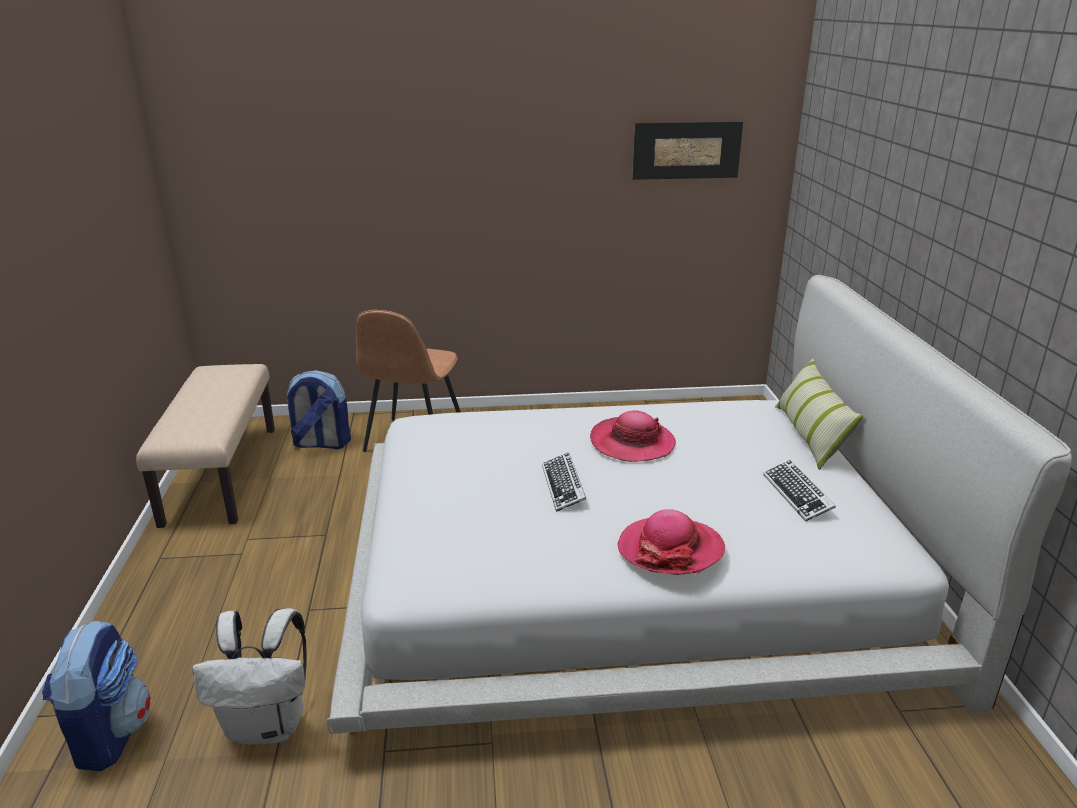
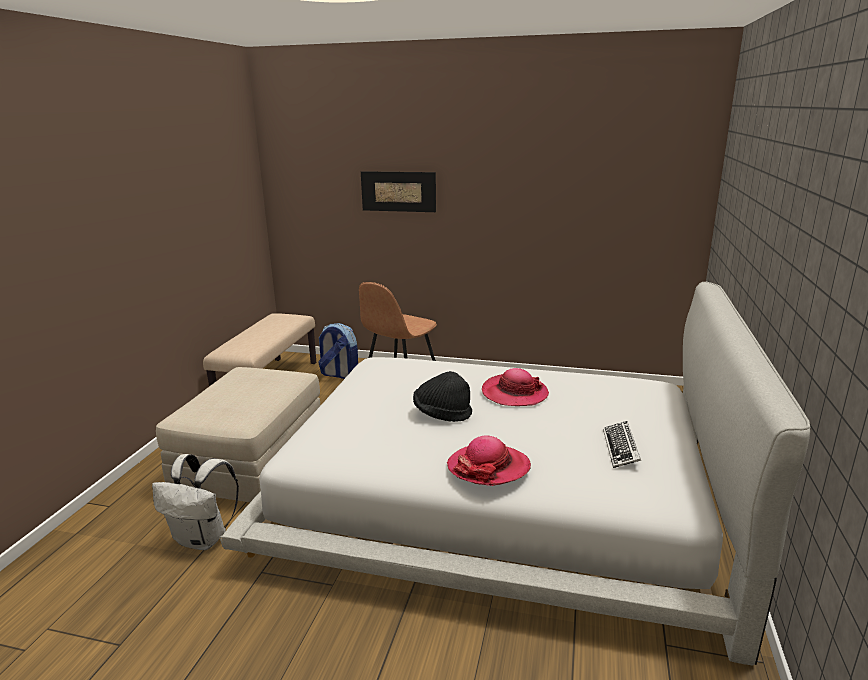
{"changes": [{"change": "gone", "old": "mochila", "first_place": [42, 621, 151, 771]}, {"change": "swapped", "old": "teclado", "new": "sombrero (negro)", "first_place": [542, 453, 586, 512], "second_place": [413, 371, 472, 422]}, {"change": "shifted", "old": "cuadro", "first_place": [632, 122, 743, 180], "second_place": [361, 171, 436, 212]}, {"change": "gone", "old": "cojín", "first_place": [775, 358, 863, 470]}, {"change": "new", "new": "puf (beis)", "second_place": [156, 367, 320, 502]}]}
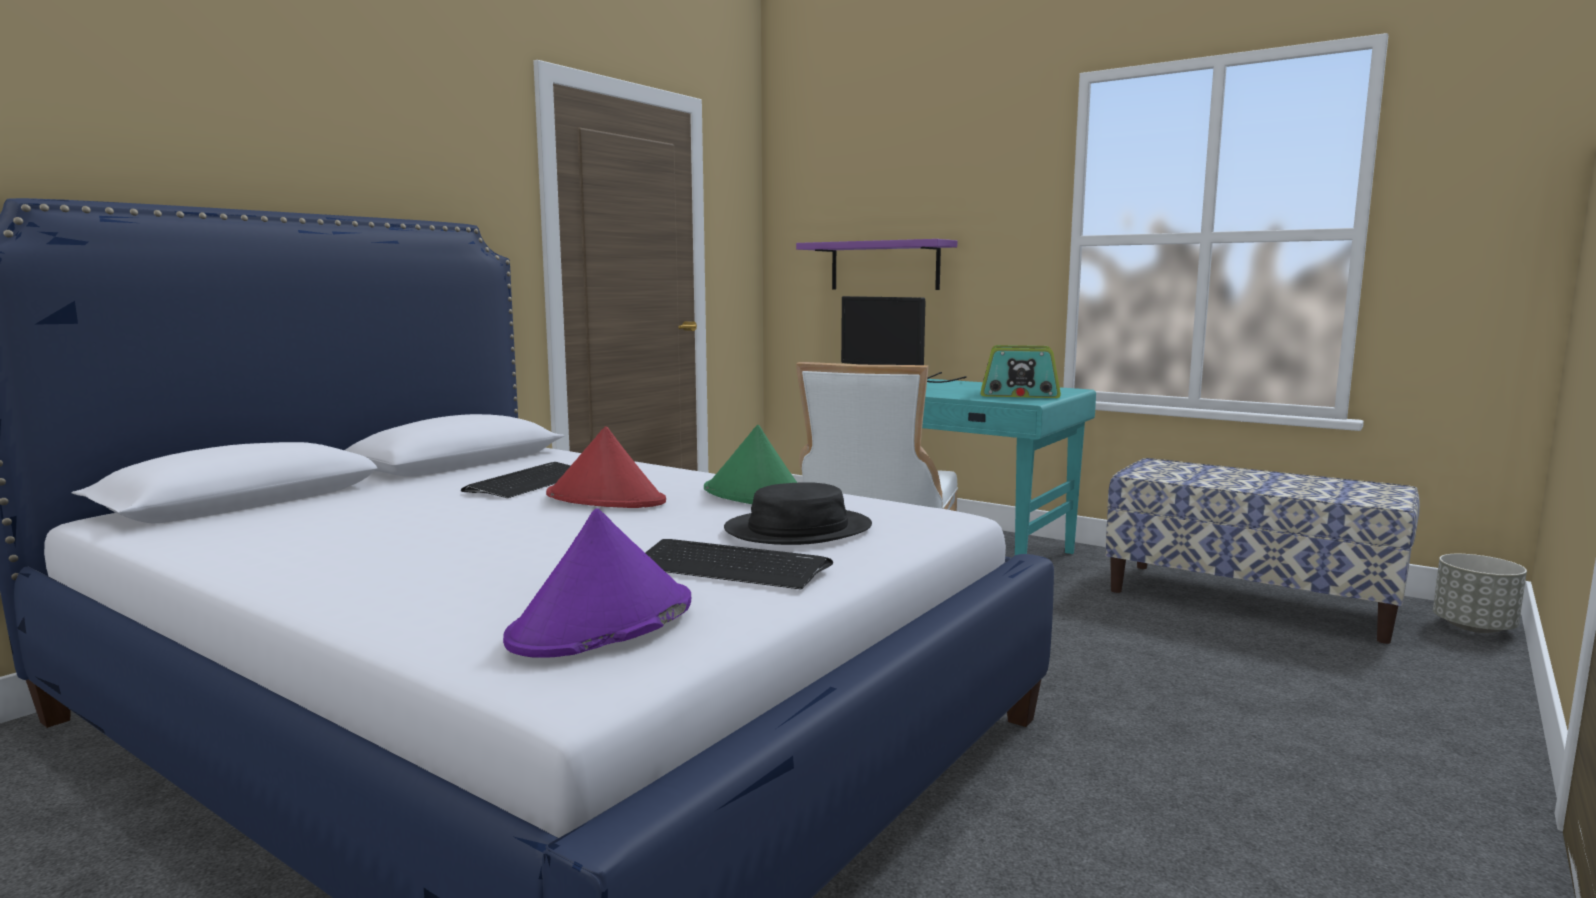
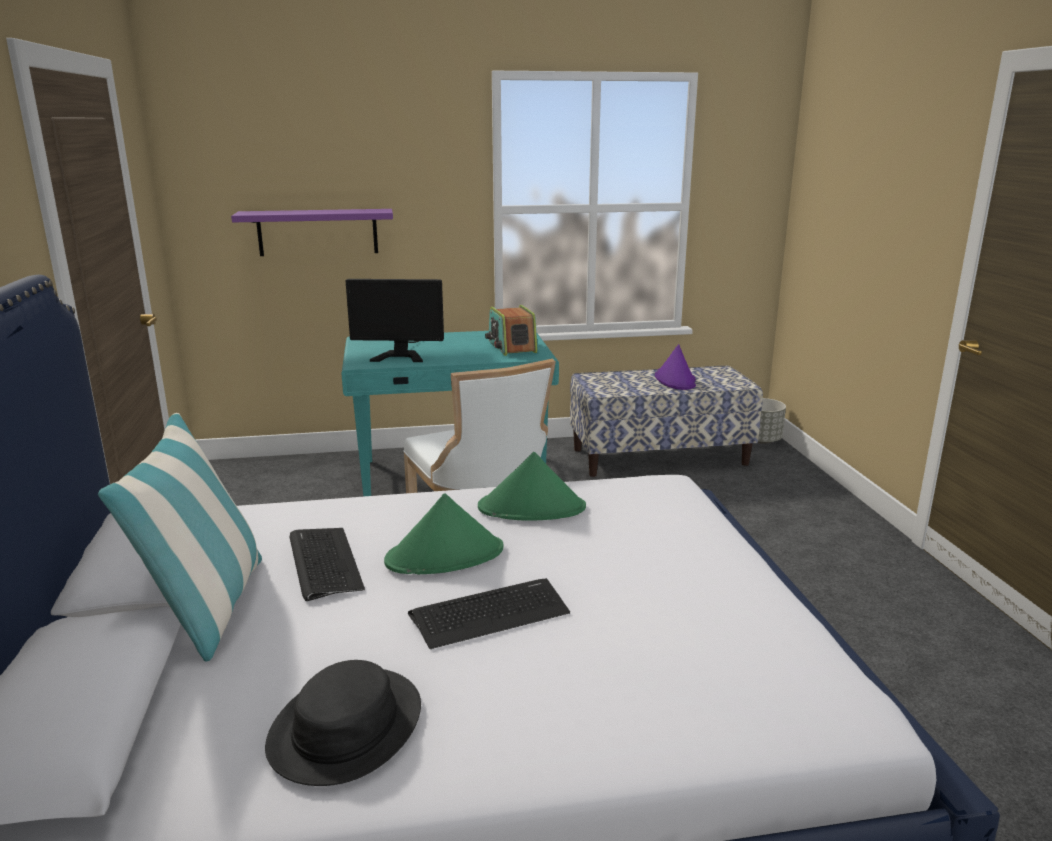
{"changes": [{"change": "shifted", "old": "sombrero (morado)", "first_place": [503, 508, 691, 658], "second_place": [655, 344, 696, 390]}, {"change": "repainted", "old": "sombrero (rojo)", "new": "sombrero (verde)", "first_place": [546, 426, 666, 508], "second_place": [384, 494, 504, 574]}, {"change": "shifted", "old": "teclado", "first_place": [645, 539, 833, 590], "second_place": [408, 578, 570, 649]}, {"change": "shifted", "old": "sombrero (negro)", "first_place": [724, 482, 872, 545], "second_place": [265, 660, 421, 786]}, {"change": "rotated", "old": "radio", "first_place": [981, 345, 1061, 398], "second_place": [485, 305, 538, 356], "degrees": 105}, {"change": "new", "new": "cojín", "second_place": [98, 413, 262, 662]}]}
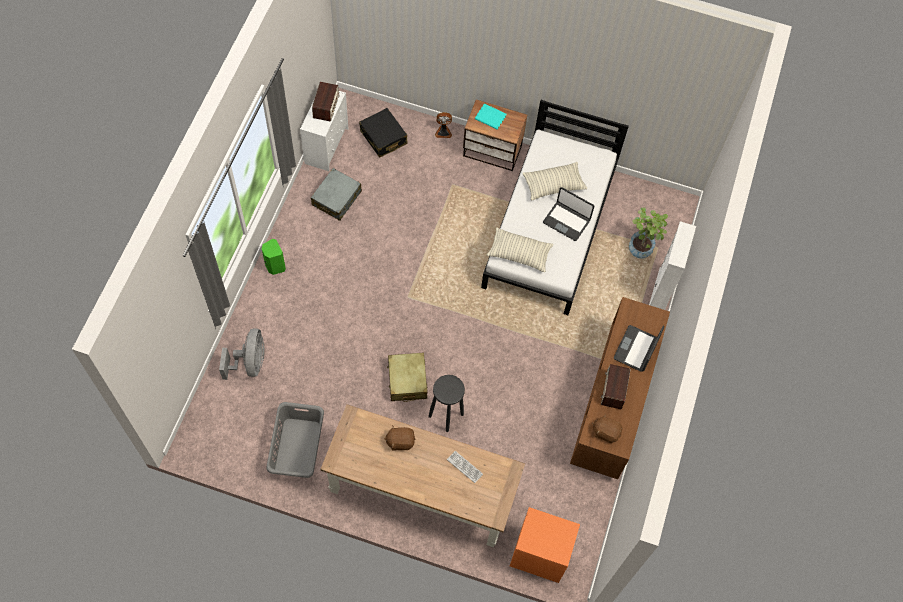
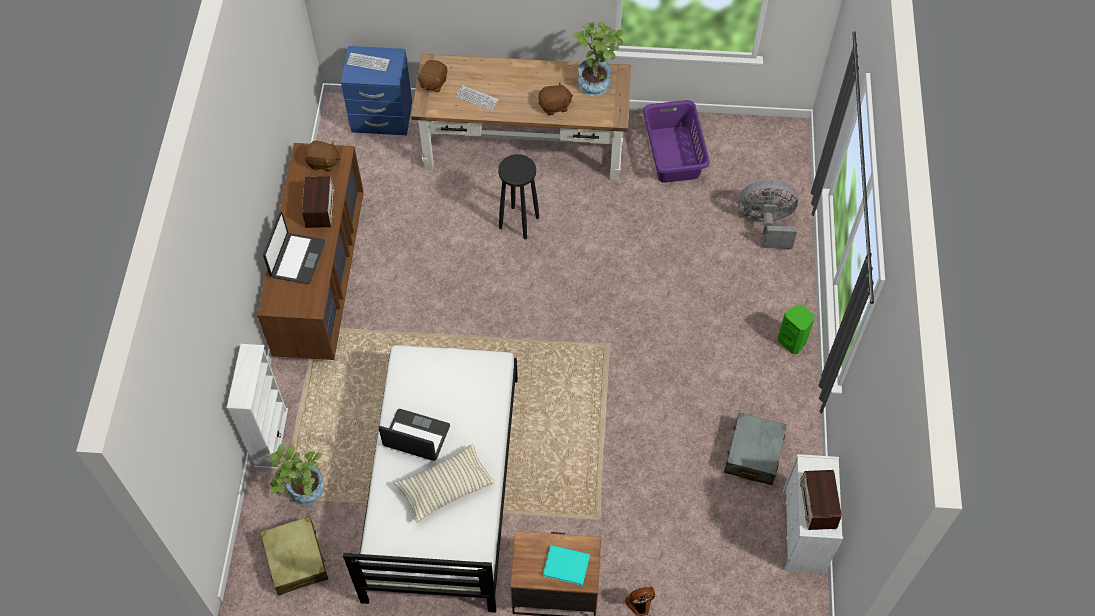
{"changes": [{"change": "rotated", "old": "ventilador (gris)", "first_place": [219, 328, 265, 380], "second_place": [739, 180, 798, 249], "degrees": 105}, {"change": "repainted", "old": "cesto de la ropa (gris)", "new": "cesto de la ropa (morado)", "first_place": [267, 402, 324, 478], "second_place": [643, 100, 710, 183]}, {"change": "gone", "old": "maleta (negro)", "first_place": [359, 108, 408, 158]}, {"change": "shifted", "old": "maleta (beis)", "first_place": [387, 353, 427, 402], "second_place": [260, 516, 328, 596]}, {"change": "gone", "old": "cojín", "first_place": [487, 227, 553, 272]}, {"change": "repainted", "old": "mesita de noche (naranja)", "new": "mesita de noche (azul)", "first_place": [510, 507, 580, 583], "second_place": [341, 46, 412, 135]}, {"change": "new", "new": "teclado", "second_place": [347, 53, 390, 71]}, {"change": "new", "new": "peluche (marrón)", "second_place": [416, 60, 447, 92]}, {"change": "new", "new": "planta en maceta", "second_place": [573, 21, 624, 96]}]}
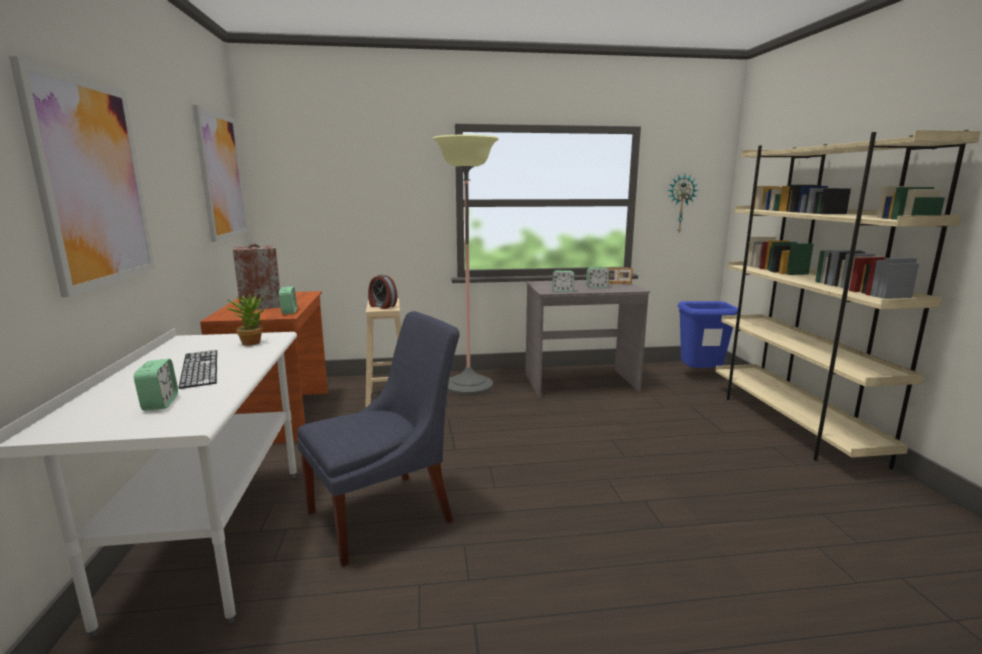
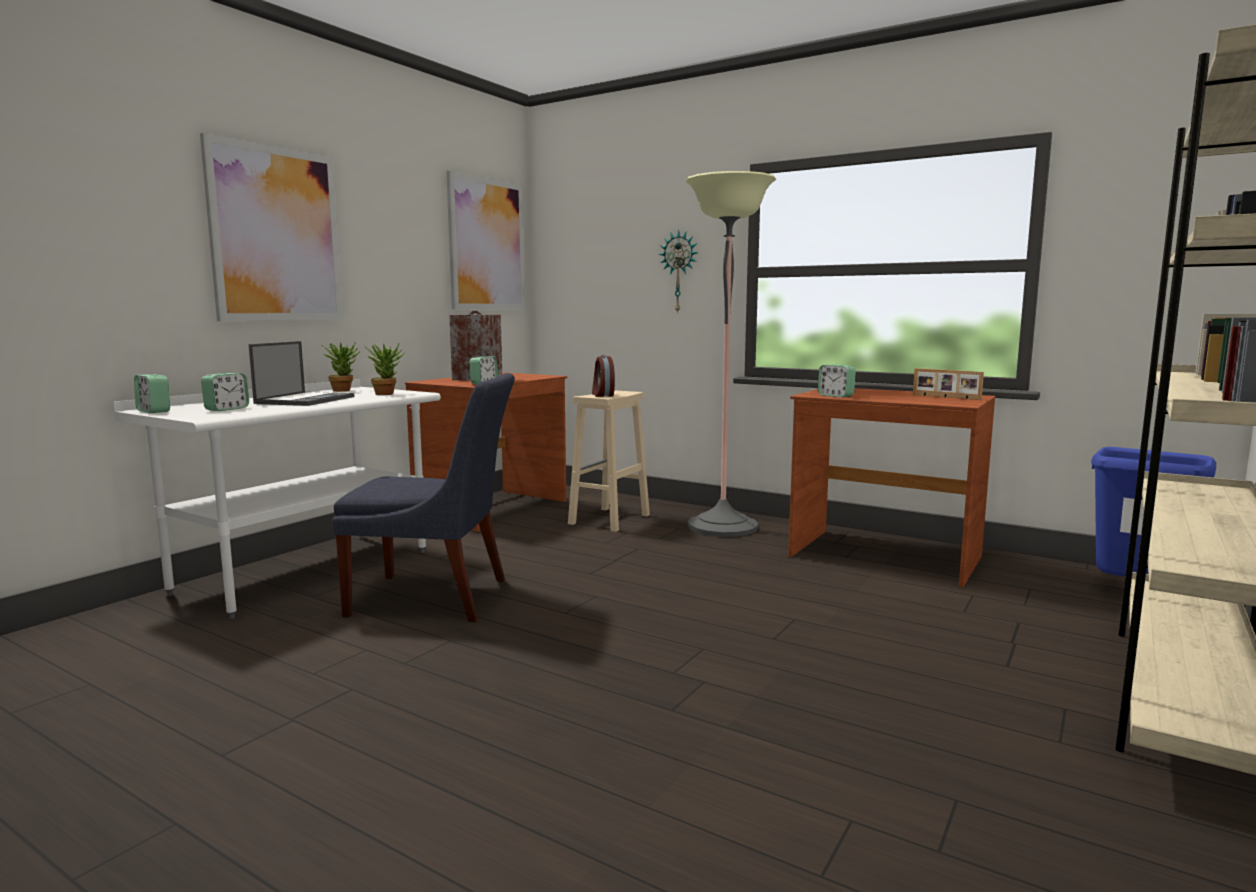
{"changes": [{"change": "swapped", "old": "teclado", "new": "portátil", "first_place": [179, 350, 217, 389], "second_place": [249, 341, 355, 406]}, {"change": "repainted", "old": "escritorio (gris)", "new": "escritorio (marrón)", "first_place": [525, 280, 650, 397], "second_place": [788, 388, 995, 588]}, {"change": "shifted", "old": "despertador", "first_place": [586, 267, 609, 288], "second_place": [134, 374, 170, 413]}, {"change": "shifted", "old": "reloj de pared", "first_place": [668, 174, 699, 233], "second_place": [659, 230, 698, 314]}, {"change": "new", "new": "planta en maceta", "second_place": [321, 341, 360, 392]}]}
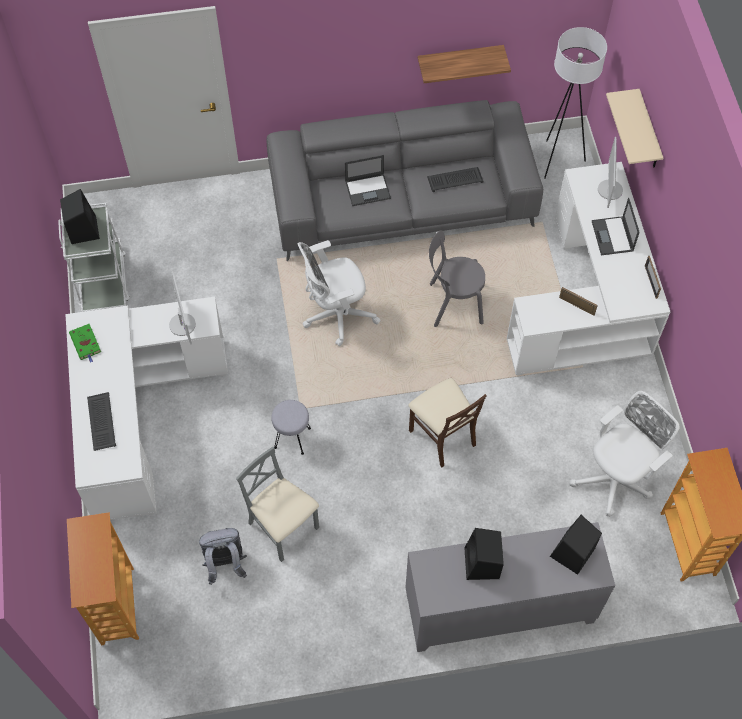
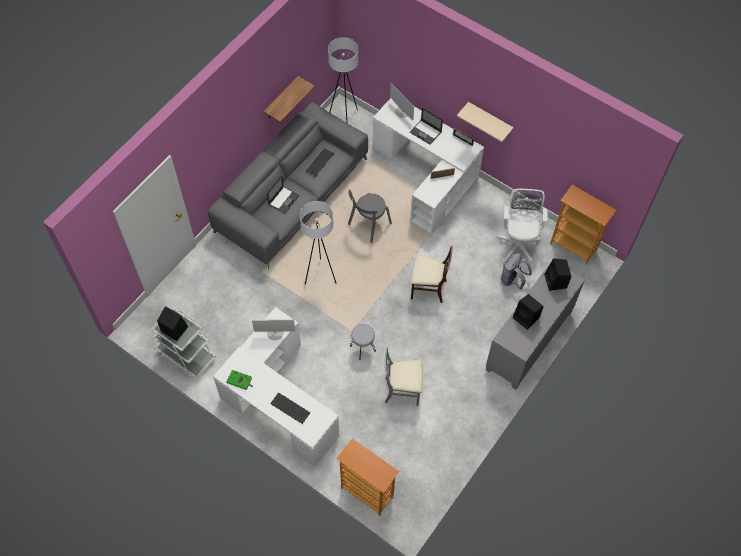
{"changes": [{"change": "rotated", "old": "monitor", "first_place": [169, 271, 196, 345], "second_place": [252, 320, 295, 340], "degrees": 150}, {"change": "shifted", "old": "mochila (gris)", "first_place": [199, 528, 247, 585], "second_place": [501, 253, 532, 290]}, {"change": "swapped", "old": "silla de oficina (blanco)", "new": "lámpara de pie (blanco)", "first_place": [297, 240, 381, 346], "second_place": [300, 201, 337, 284]}, {"change": "shifted", "old": "estante (beis)", "first_place": [606, 89, 663, 168], "second_place": [457, 102, 514, 142]}]}
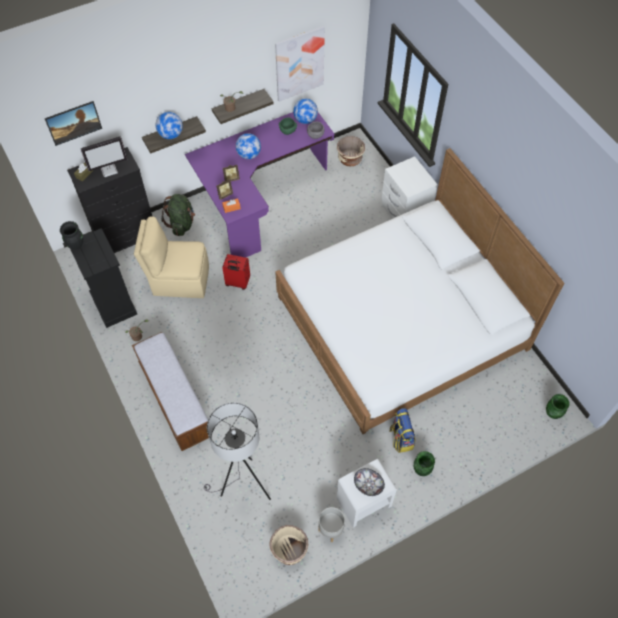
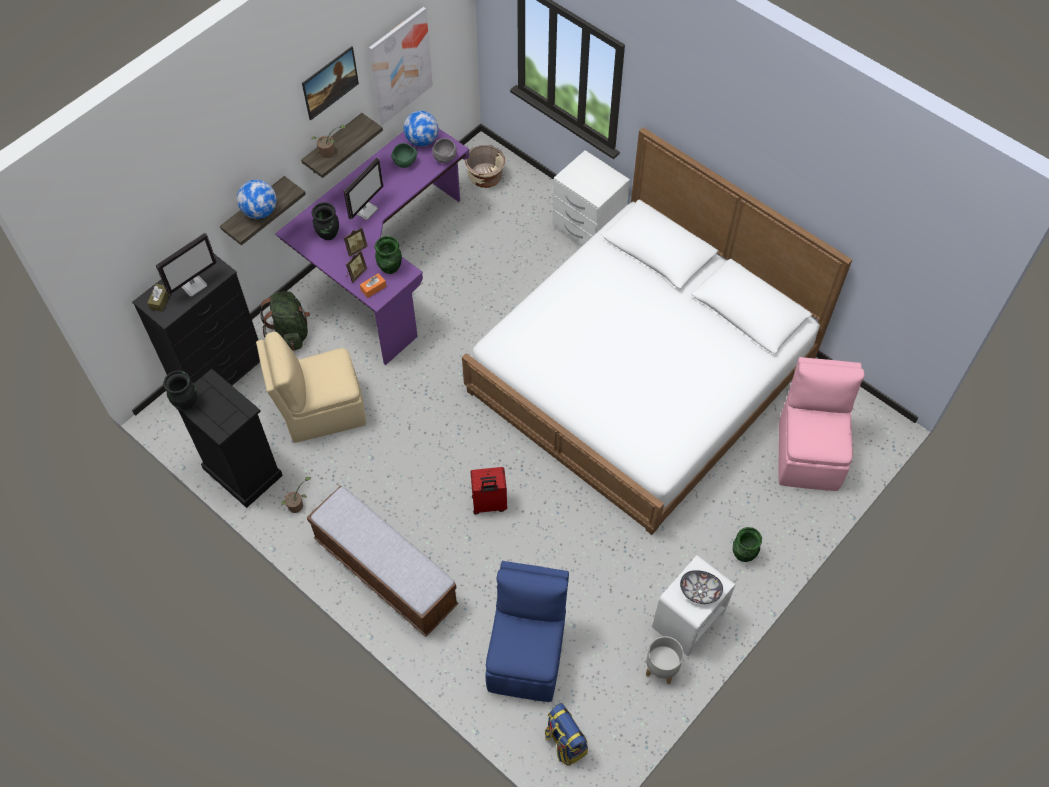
{"changes": [{"change": "shifted", "old": "cuadro", "first_place": [45, 101, 102, 146], "second_place": [302, 46, 359, 120]}, {"change": "swapped", "old": "lámpara de pie (gris)", "new": "silla (azul)", "first_place": [204, 402, 271, 500], "second_place": [485, 561, 569, 702]}, {"change": "shifted", "old": "maleta (rojo)", "first_place": [222, 254, 250, 290], "second_place": [470, 467, 507, 514]}, {"change": "swapped", "old": "globo terráqueo", "new": "monitor", "first_place": [236, 133, 261, 159], "second_place": [344, 158, 383, 220]}, {"change": "gone", "old": "maceta (beis)", "first_place": [269, 525, 308, 565]}, {"change": "shifted", "old": "mochila", "first_place": [389, 408, 415, 453], "second_place": [545, 703, 588, 766]}, {"change": "shifted", "old": "florero (verde)", "first_place": [546, 394, 570, 419], "second_place": [375, 236, 402, 274]}, {"change": "new", "new": "florero (negro)", "second_place": [312, 202, 339, 240]}, {"change": "new", "new": "silla (rosa)", "second_place": [779, 357, 865, 491]}]}
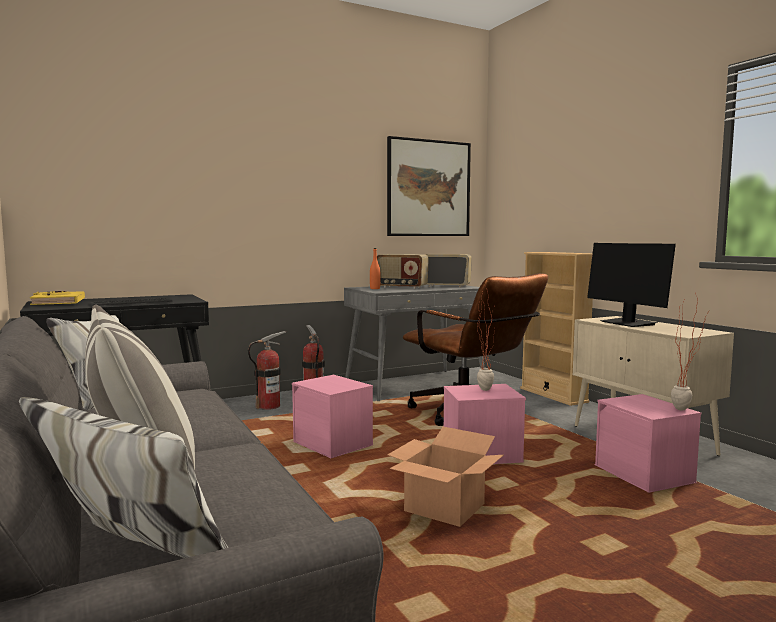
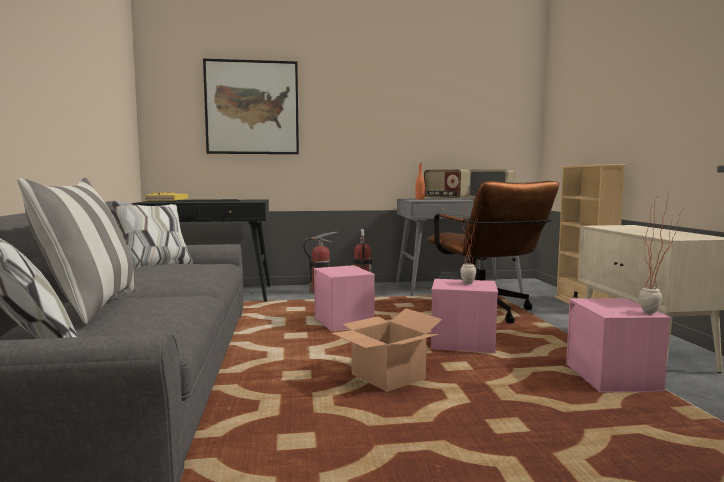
{"changes": [{"change": "shifted", "old": "cuadro", "first_place": [387, 136, 471, 236], "second_place": [203, 59, 299, 154]}, {"change": "gone", "old": "monitor", "first_place": [587, 243, 676, 327]}]}
